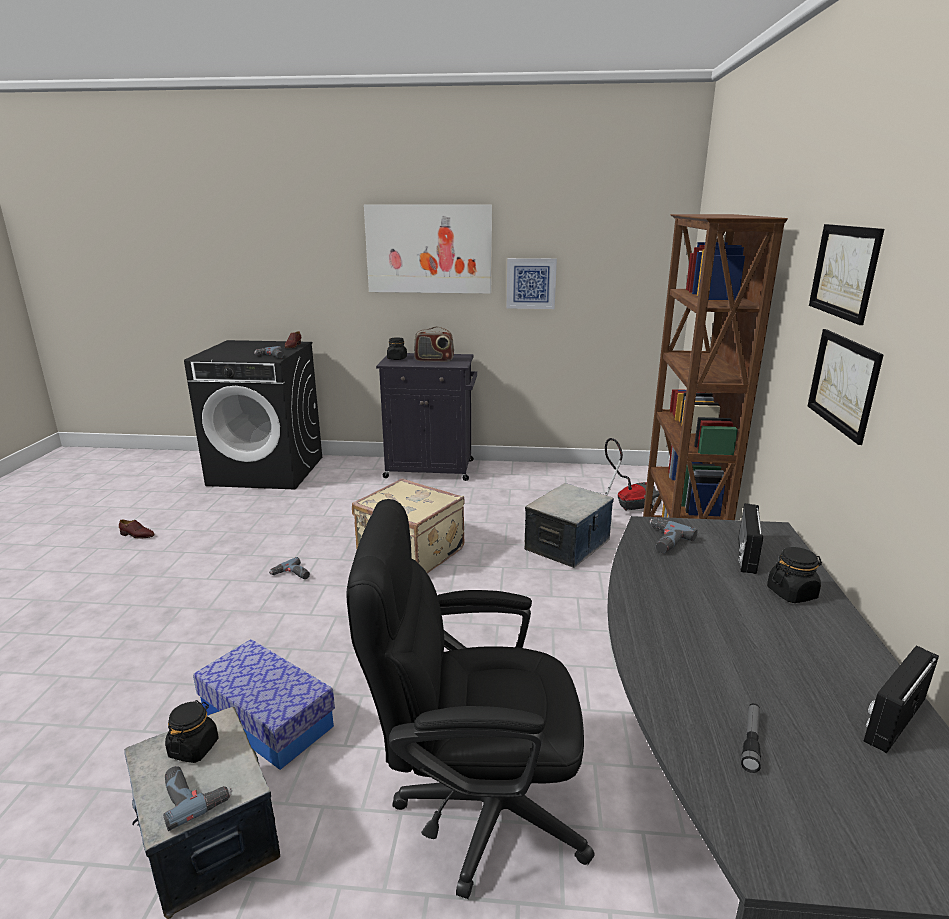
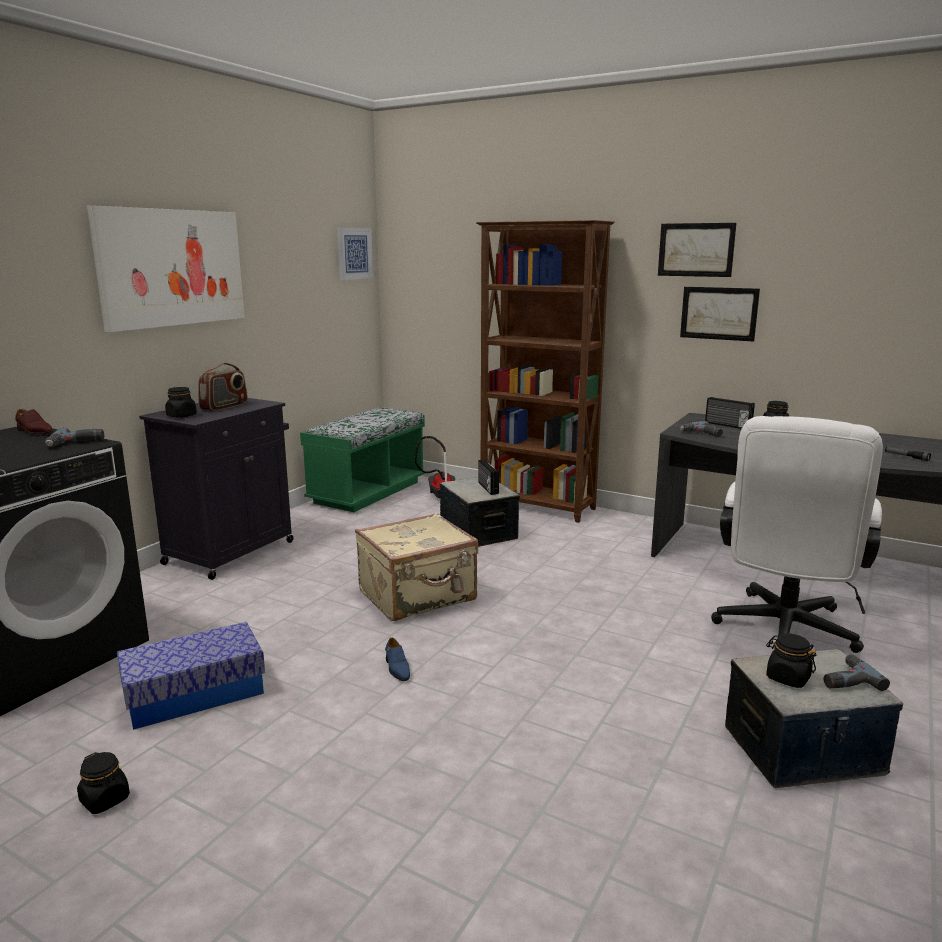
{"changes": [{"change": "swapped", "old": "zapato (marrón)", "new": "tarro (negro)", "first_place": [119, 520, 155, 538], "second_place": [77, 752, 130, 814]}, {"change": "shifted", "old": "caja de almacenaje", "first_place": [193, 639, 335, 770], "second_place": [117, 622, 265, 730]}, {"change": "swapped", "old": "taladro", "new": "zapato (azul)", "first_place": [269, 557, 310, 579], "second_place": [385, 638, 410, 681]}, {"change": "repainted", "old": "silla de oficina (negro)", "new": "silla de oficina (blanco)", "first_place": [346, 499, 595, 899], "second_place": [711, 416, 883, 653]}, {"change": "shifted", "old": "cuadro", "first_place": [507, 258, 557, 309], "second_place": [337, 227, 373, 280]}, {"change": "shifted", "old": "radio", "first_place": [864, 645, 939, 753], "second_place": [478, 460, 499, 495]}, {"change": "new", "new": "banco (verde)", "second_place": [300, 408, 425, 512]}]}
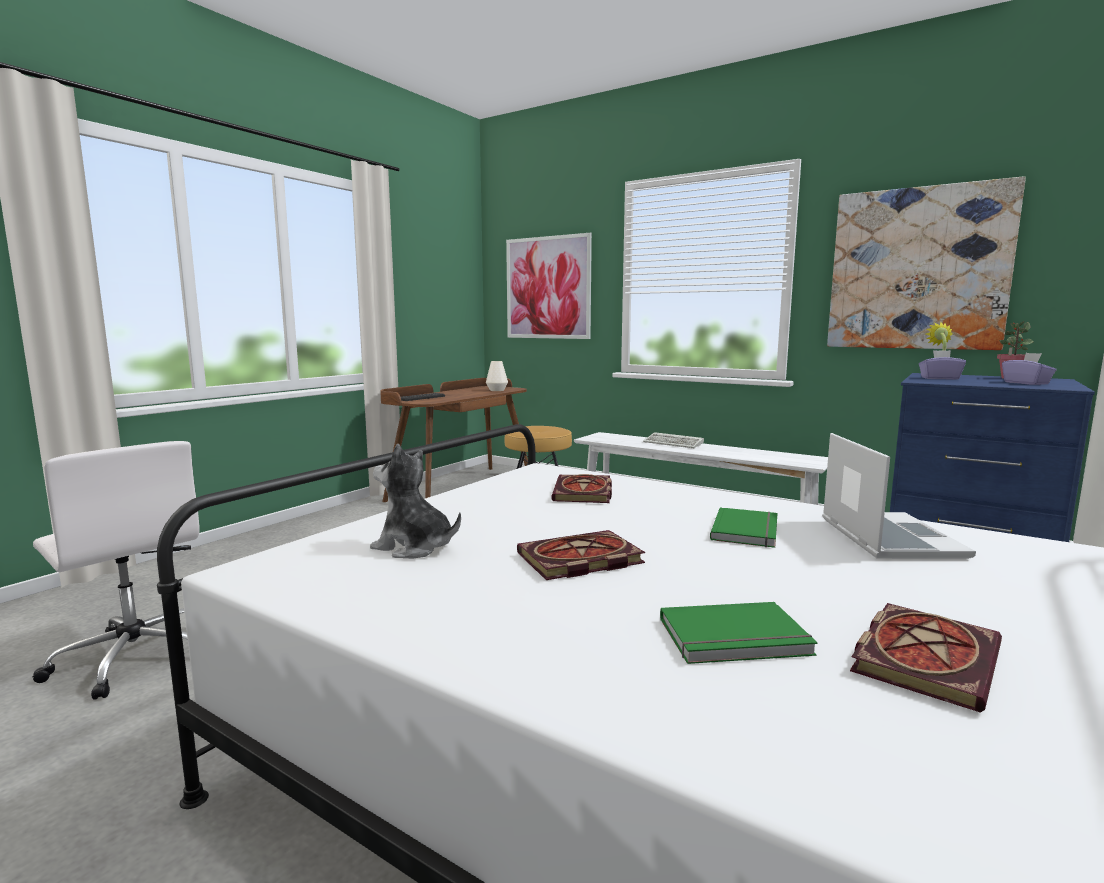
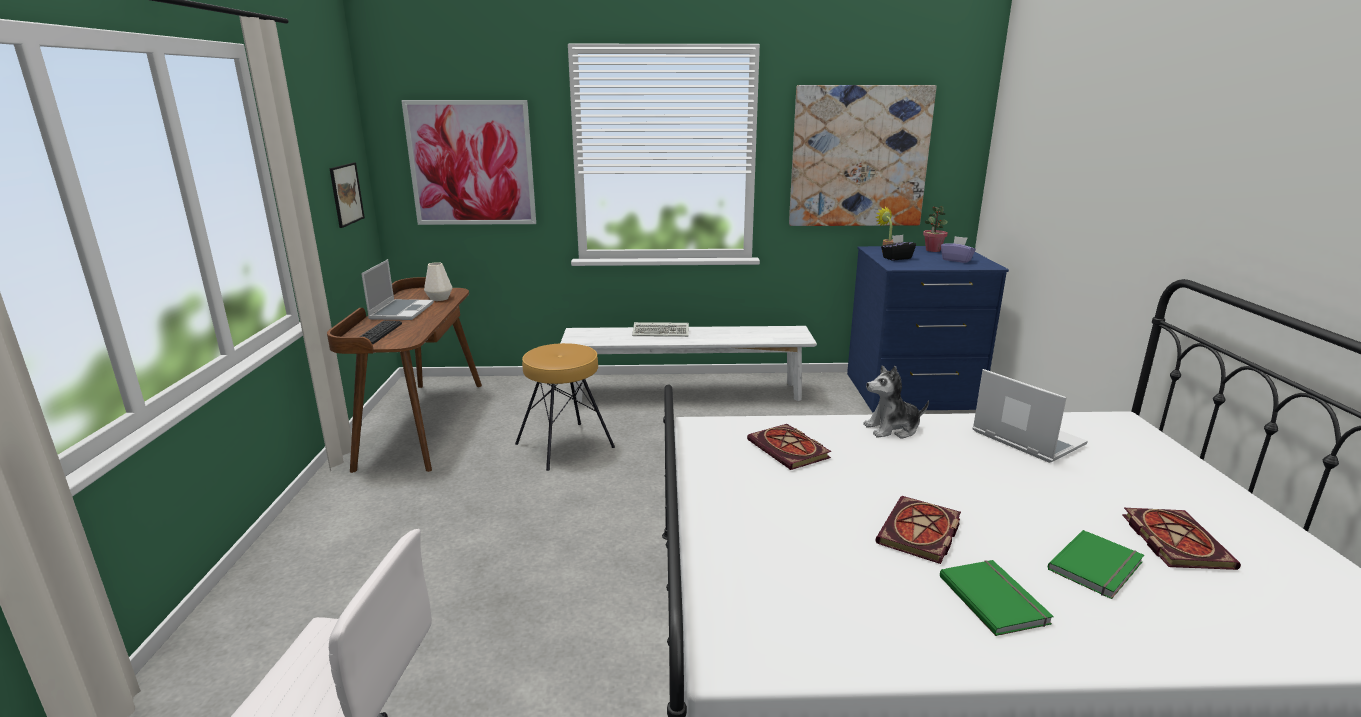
{"changes": [{"change": "shifted", "old": "peluche", "first_place": [370, 444, 461, 559], "second_place": [863, 365, 929, 439]}, {"change": "shifted", "old": "libro (verde)", "first_place": [710, 507, 778, 548], "second_place": [940, 560, 1054, 636]}, {"change": "repainted", "old": "caja de pañuelos (morado)", "new": "caja de pañuelos (negro)", "first_place": [919, 350, 966, 380], "second_place": [881, 235, 916, 260]}, {"change": "new", "new": "cuadro", "second_place": [329, 163, 365, 228]}, {"change": "new", "new": "portátil", "second_place": [361, 259, 434, 320]}]}
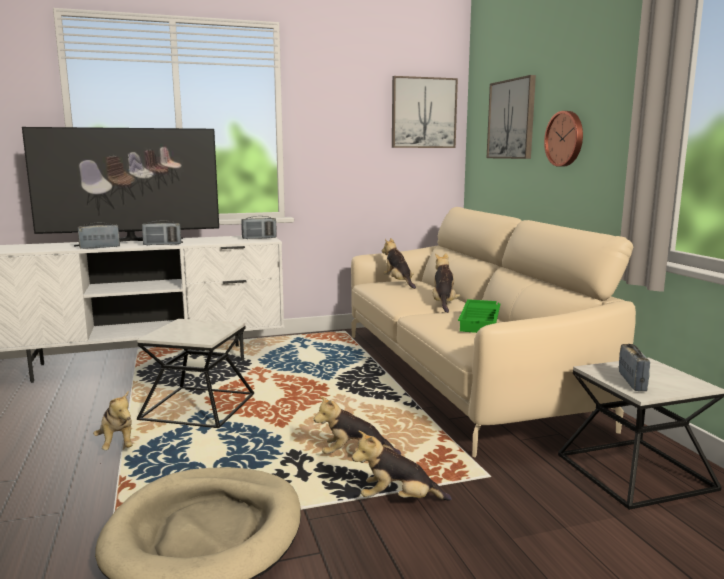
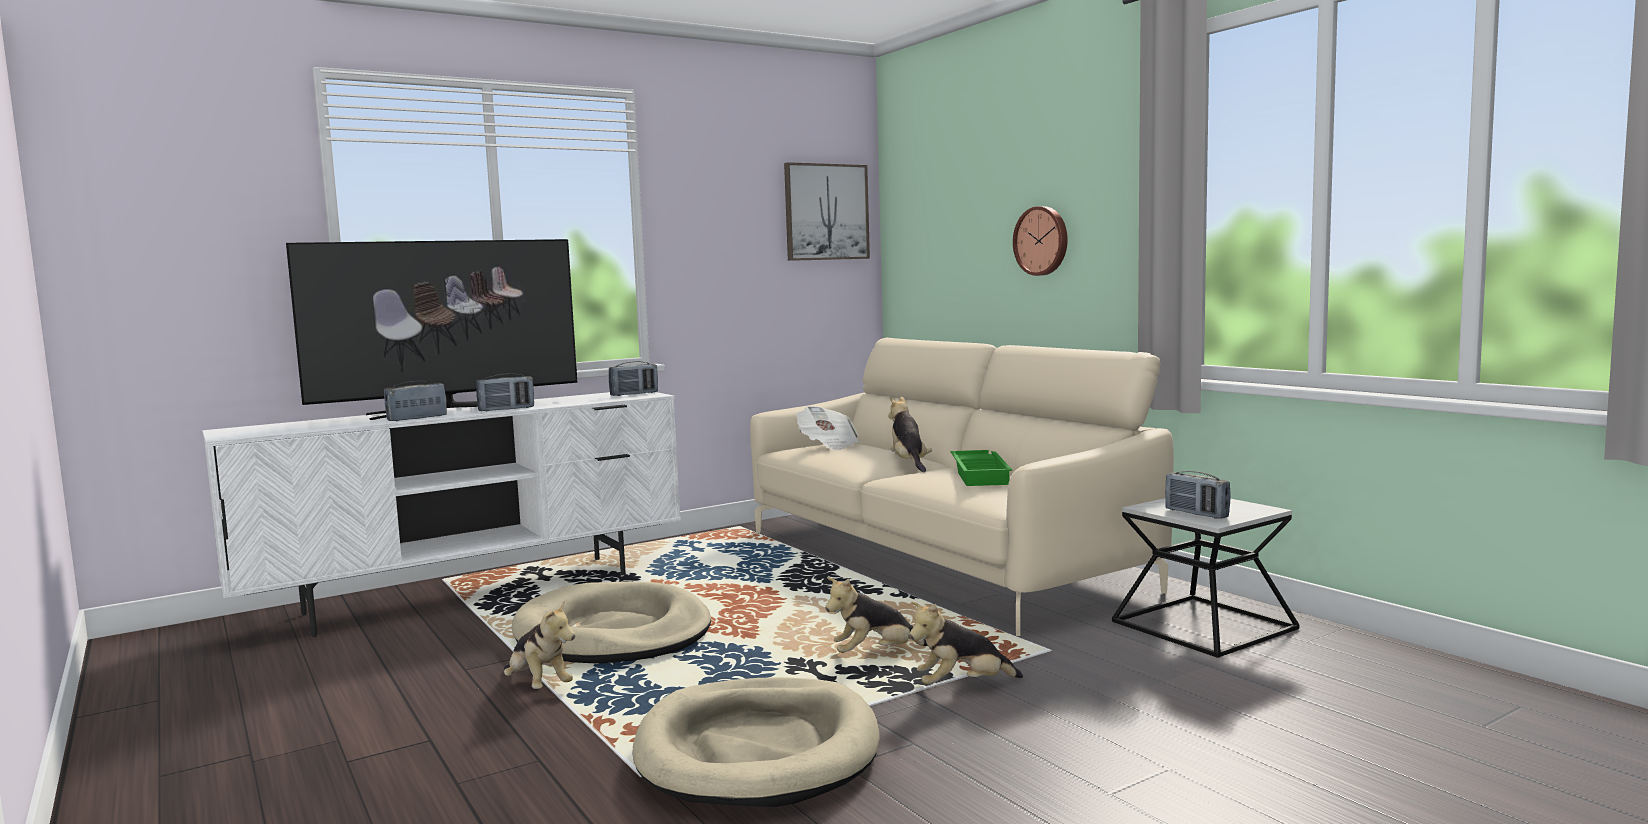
{"changes": [{"change": "swapped", "old": "mesa auxiliar", "new": "cama para perro (beis)", "first_place": [137, 319, 254, 428], "second_place": [512, 581, 711, 664]}, {"change": "swapped", "old": "peluche", "new": "periódico", "first_place": [382, 238, 416, 289], "second_place": [796, 406, 860, 451]}, {"change": "gone", "old": "cuadro", "first_place": [487, 75, 536, 159]}, {"change": "rotated", "old": "radio", "first_place": [619, 344, 650, 391], "second_place": [1165, 471, 1230, 519], "degrees": 150}]}
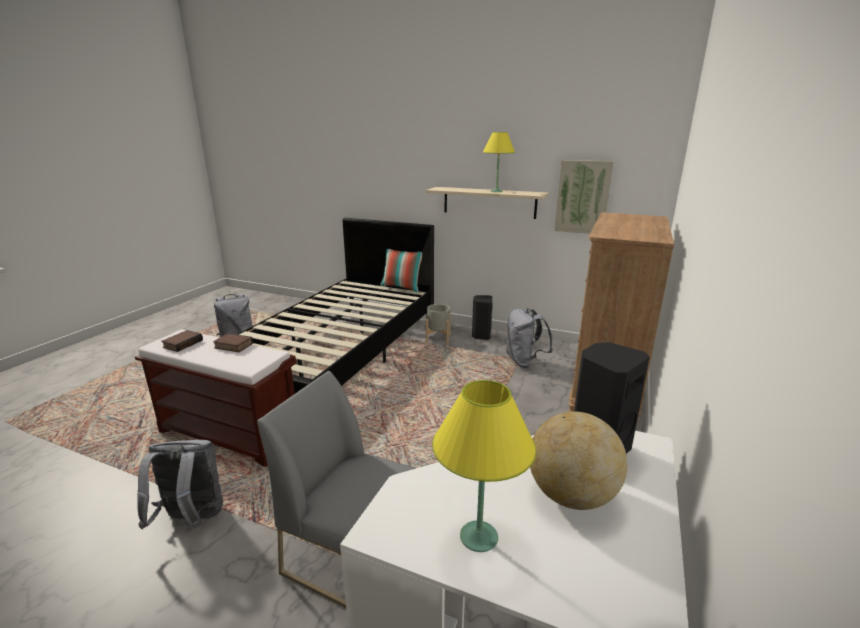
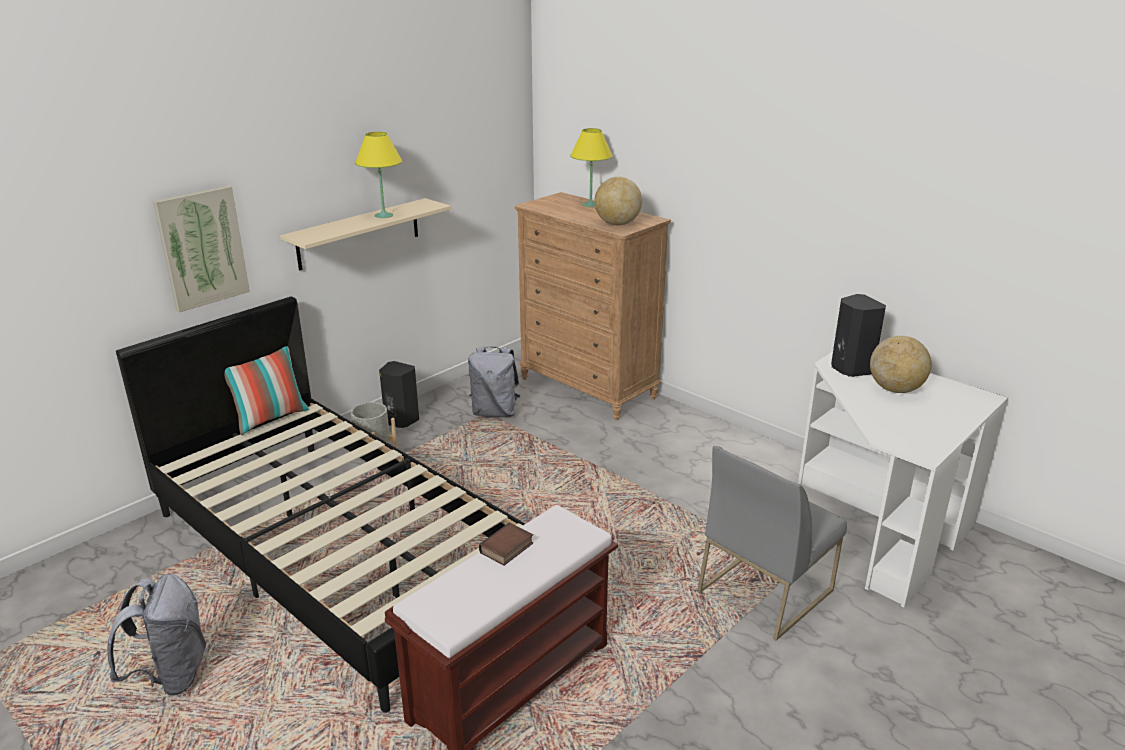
{"changes": [{"change": "gone", "old": "mochila (gris)", "first_place": [137, 440, 223, 529]}, {"change": "gone", "old": "libro", "first_place": [161, 330, 203, 352]}, {"change": "shifted", "old": "lámpara de mesa (amarillo)", "first_place": [432, 380, 536, 552], "second_place": [570, 128, 613, 207]}, {"change": "shifted", "old": "cuadro", "first_place": [554, 160, 614, 234], "second_place": [153, 185, 250, 312]}, {"change": "new", "new": "globo terráqueo", "second_place": [594, 177, 642, 225]}]}
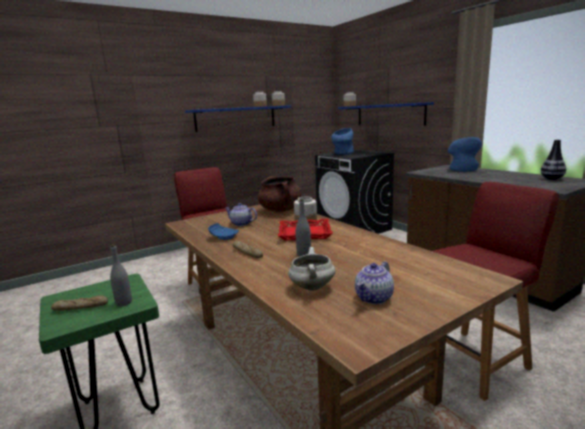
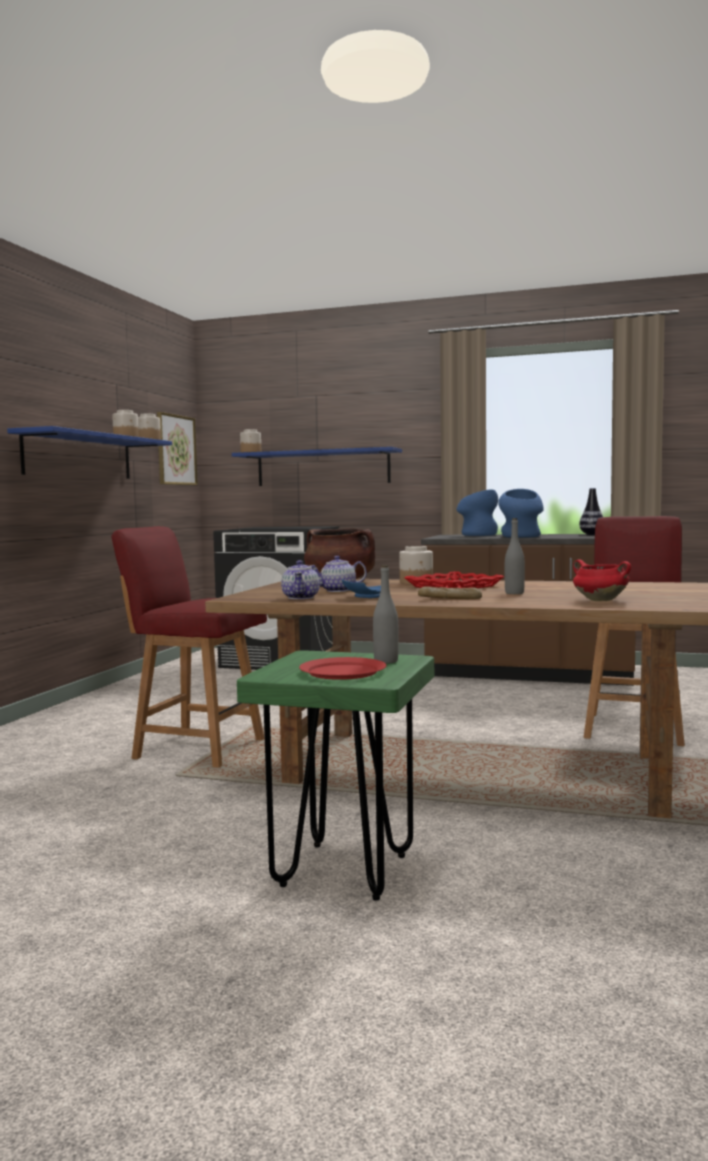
{"changes": [{"change": "swapped", "old": "pan", "new": "plato (rojo)", "first_place": [51, 295, 108, 310], "second_place": [299, 657, 386, 680]}, {"change": "repainted", "old": "olla (blanco)", "new": "olla (rojo)", "first_place": [288, 247, 335, 291], "second_place": [573, 559, 631, 601]}, {"change": "shifted", "old": "florero (azul)", "first_place": [331, 128, 354, 154], "second_place": [498, 489, 544, 538]}, {"change": "shifted", "old": "tetera", "first_place": [355, 261, 394, 304], "second_place": [281, 560, 320, 599]}, {"change": "new", "new": "cuadro", "second_place": [157, 412, 198, 485]}]}
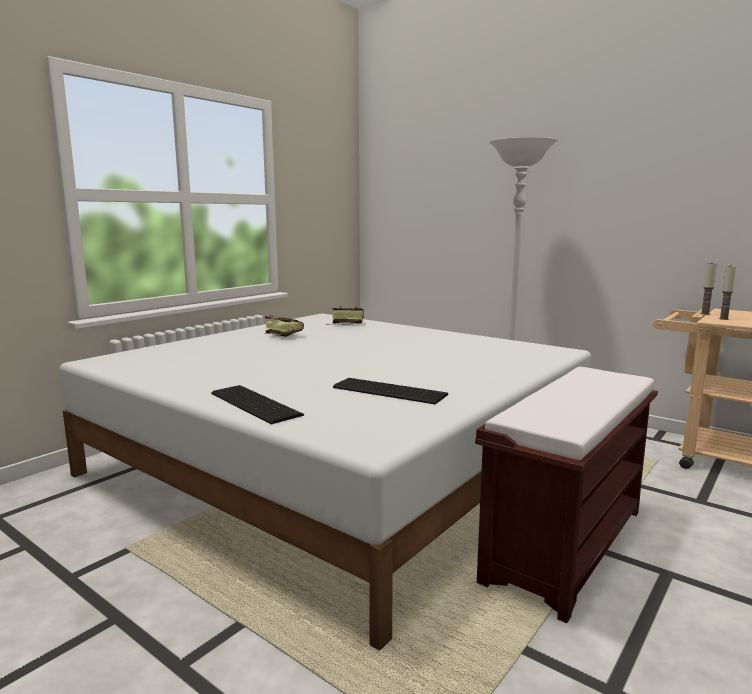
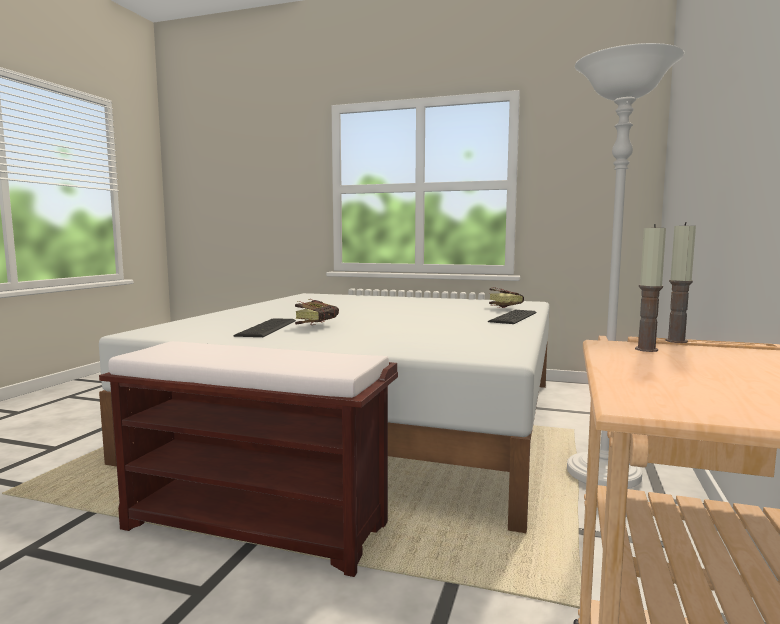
{"changes": [{"change": "shifted", "old": "teclado", "first_place": [211, 385, 304, 424], "second_place": [488, 310, 537, 324]}, {"change": "shifted", "old": "libro", "first_place": [265, 315, 304, 337], "second_place": [295, 299, 339, 325]}]}
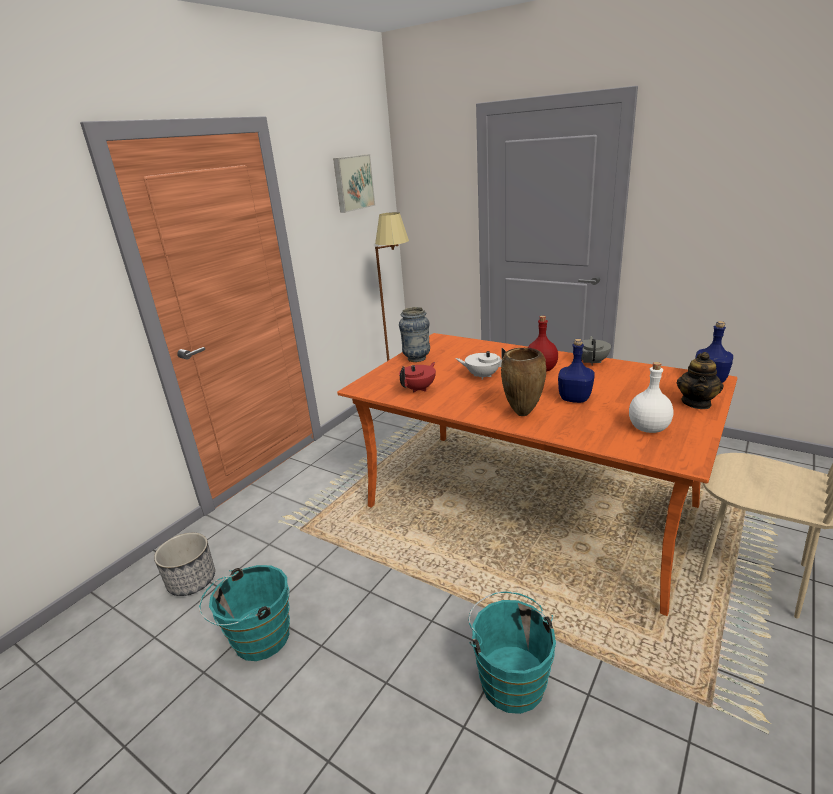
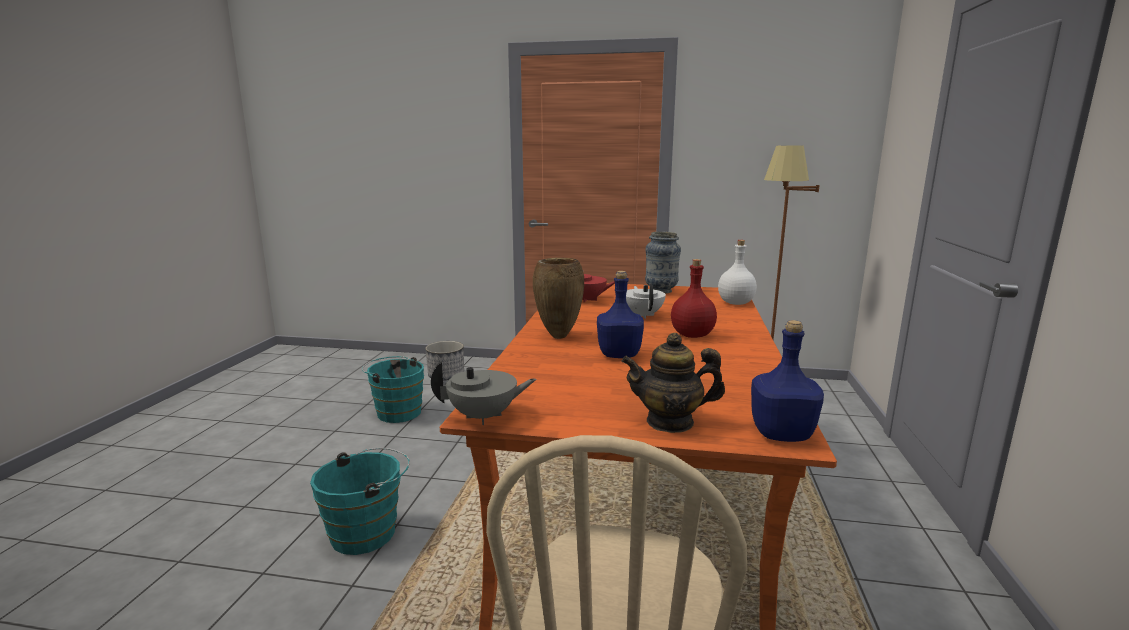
{"changes": [{"change": "gone", "old": "cuadro", "first_place": [333, 154, 375, 213]}, {"change": "shifted", "old": "tetera (gris)", "first_place": [581, 336, 611, 366], "second_place": [431, 361, 537, 425]}, {"change": "shifted", "old": "botella (blanco)", "first_place": [629, 362, 673, 433], "second_place": [718, 240, 757, 305]}]}
